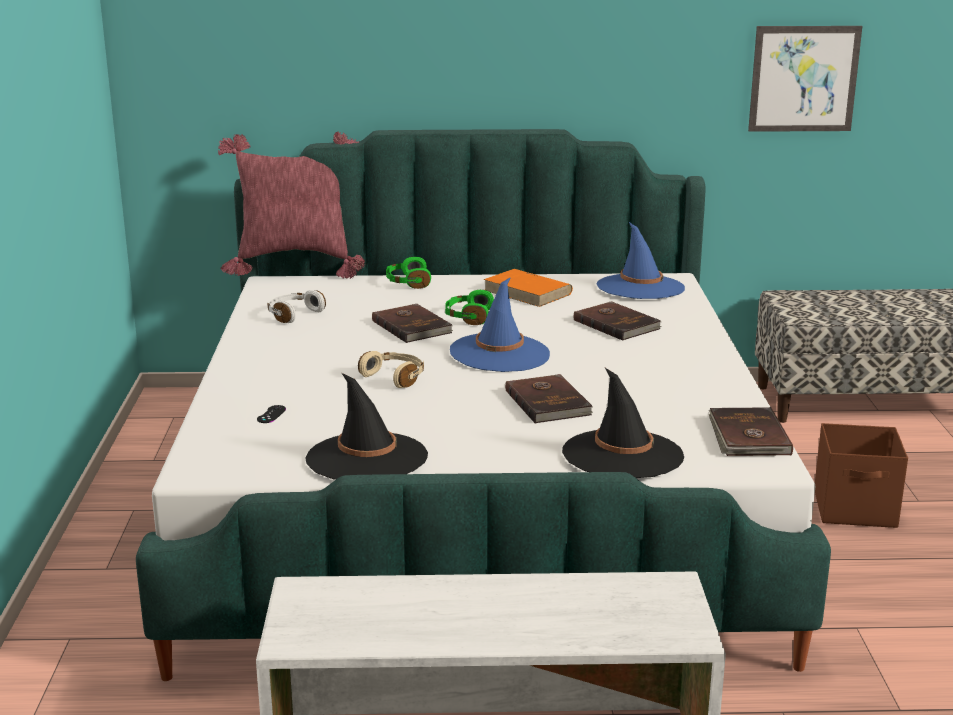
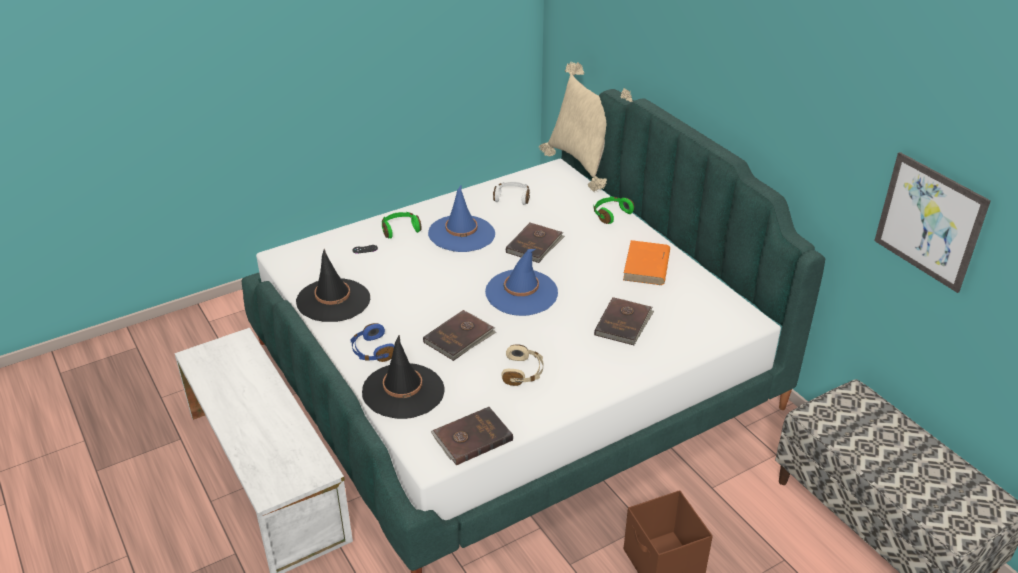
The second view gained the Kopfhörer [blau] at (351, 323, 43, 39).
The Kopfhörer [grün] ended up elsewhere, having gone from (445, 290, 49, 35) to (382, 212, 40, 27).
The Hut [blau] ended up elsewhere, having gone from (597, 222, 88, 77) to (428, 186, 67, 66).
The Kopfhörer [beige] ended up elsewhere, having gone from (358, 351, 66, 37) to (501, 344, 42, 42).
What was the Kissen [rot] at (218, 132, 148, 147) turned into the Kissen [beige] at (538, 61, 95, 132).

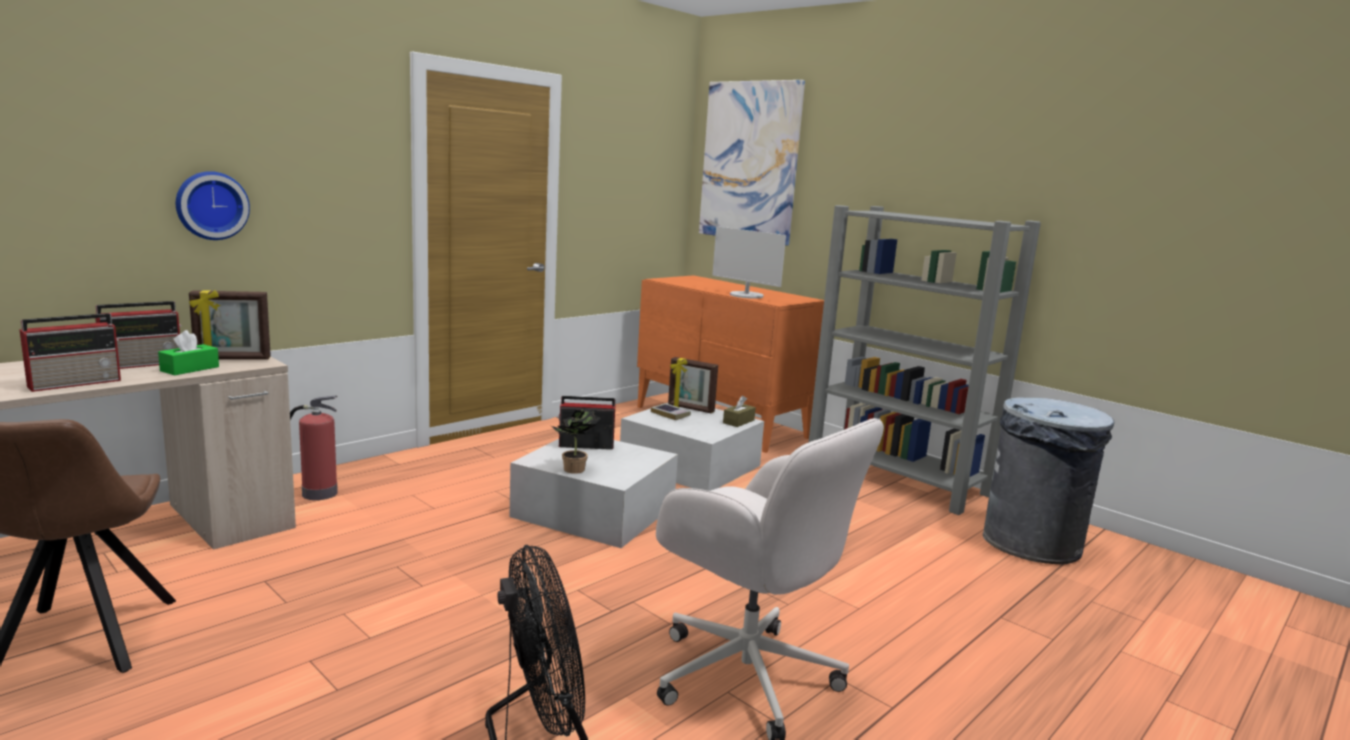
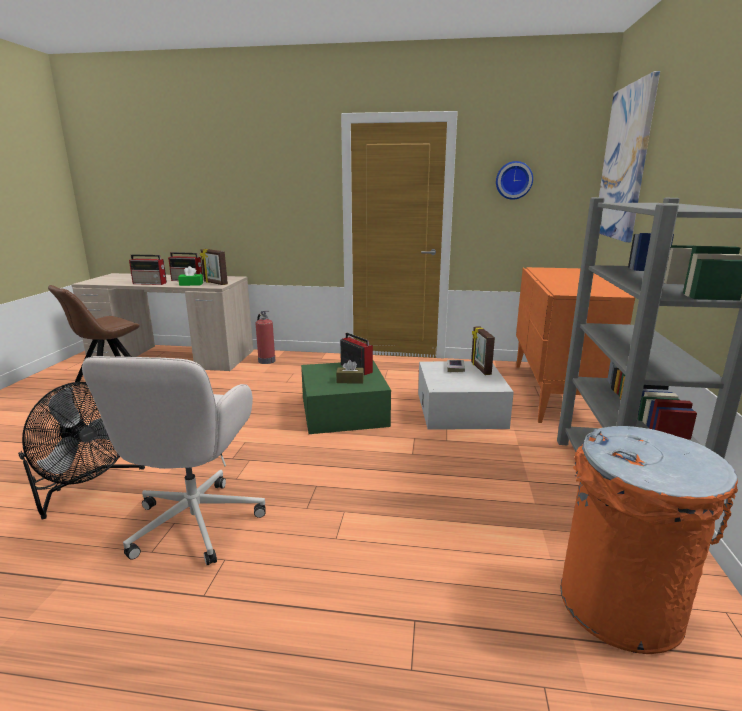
What was the Aufbewahrungsbox [weiß] at (510, 439, 168, 109) turned into the Aufbewahrungsbox [grün] at (301, 360, 90, 74).
The Taschentuchbox [braun] ended up elsewhere, having gone from (723, 395, 33, 32) to (336, 360, 28, 23).
The Wanduhr ended up elsewhere, having gone from (176, 171, 74, 69) to (496, 161, 37, 39).
What was the Mülleimer [grau] at (983, 397, 131, 168) turned into the Mülleimer [orange] at (560, 426, 178, 228).
The second view lost the Topfpflanze at (551, 407, 50, 67).
The second view lost the Monitor at (712, 226, 74, 73).

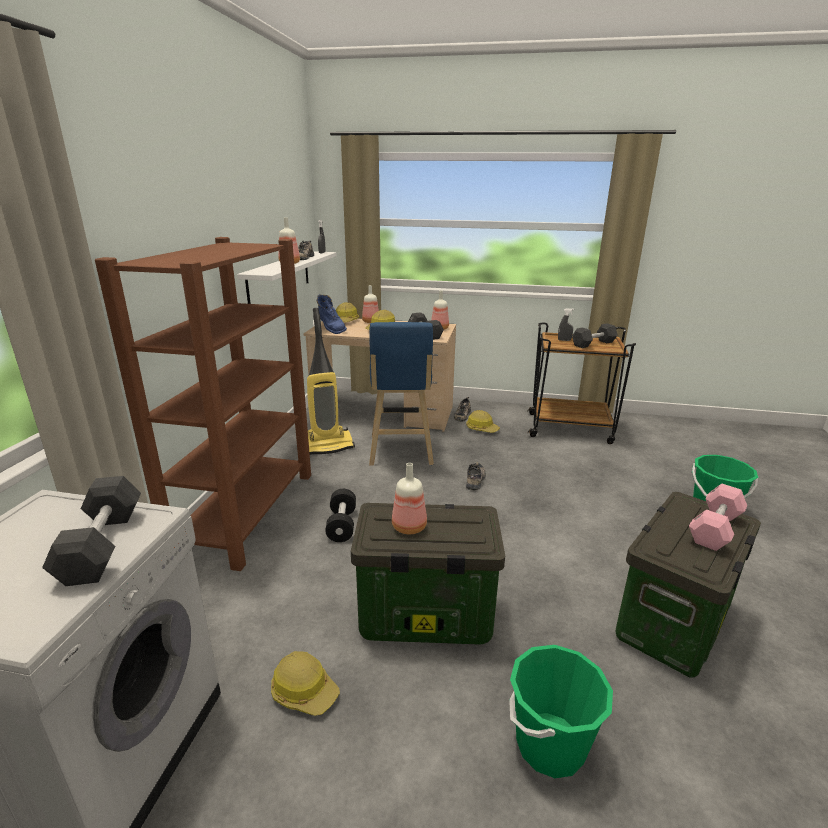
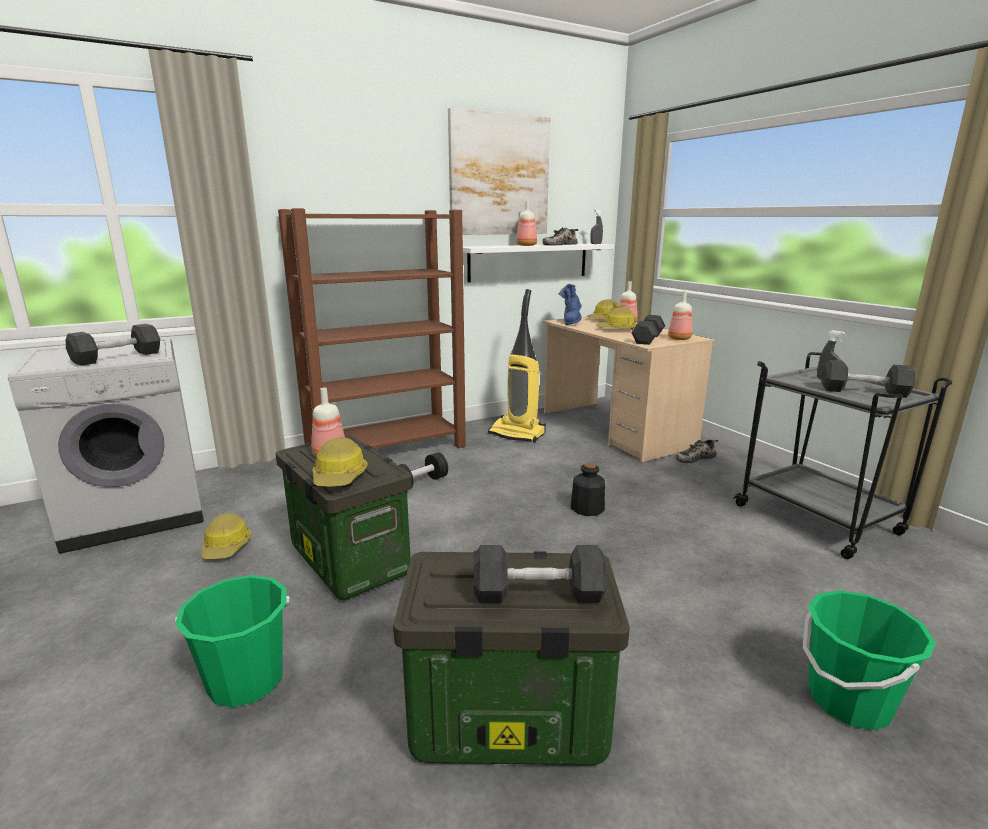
The Schutzhelm ended up elsewhere, having gone from (466, 410, 34, 23) to (312, 437, 56, 49).
The second view gained the Bild at (448, 108, 102, 127).
What was the Hantel [rosa] at (689, 484, 58, 67) turned into the Hantel [schwarz] at (474, 545, 134, 58).
Where the Schuh stood at (466, 462, 20, 28), the Flasche came to stand at (571, 463, 34, 53).
What was the Rollwagen [braun] at (527, 323, 109, 121) turned into the Rollwagen [grau] at (733, 352, 219, 207).
The second view lost the Hocker [blau] at (369, 322, 65, 144).

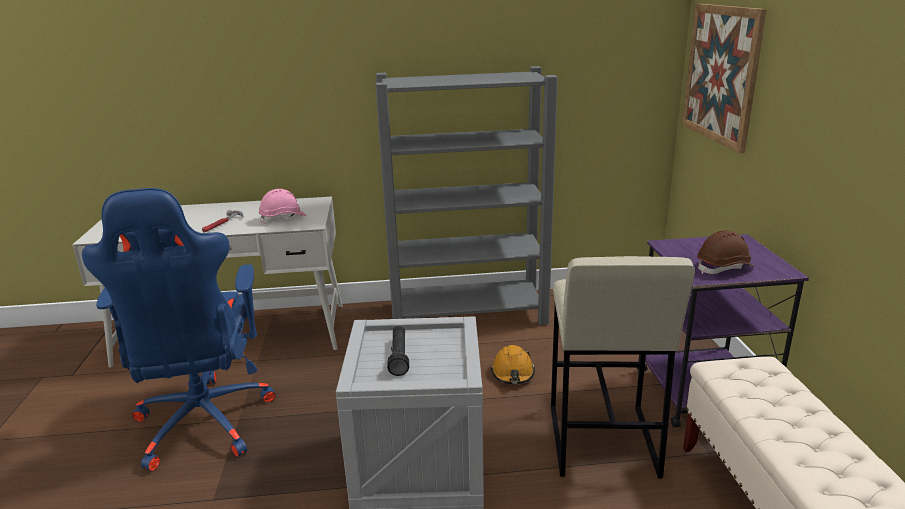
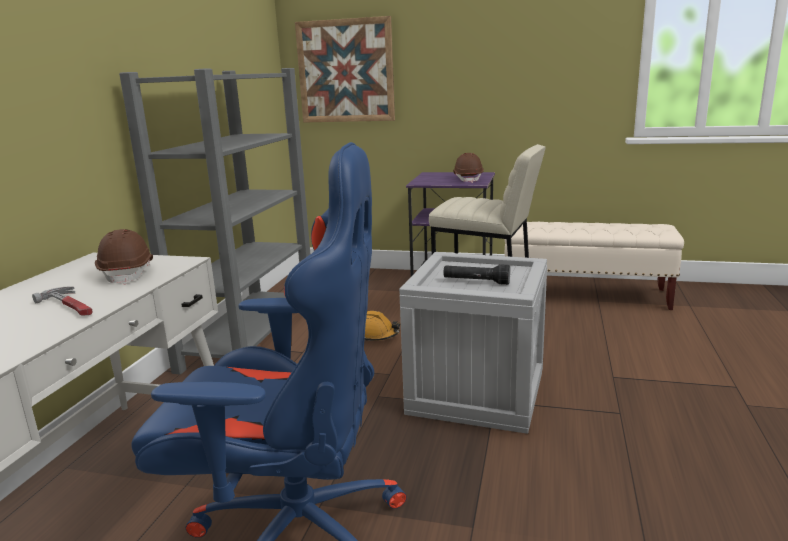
What was the Schutzhelm [rosa] at (259, 189, 47, 35) turned into the Schutzhelm [braun] at (95, 229, 58, 56).

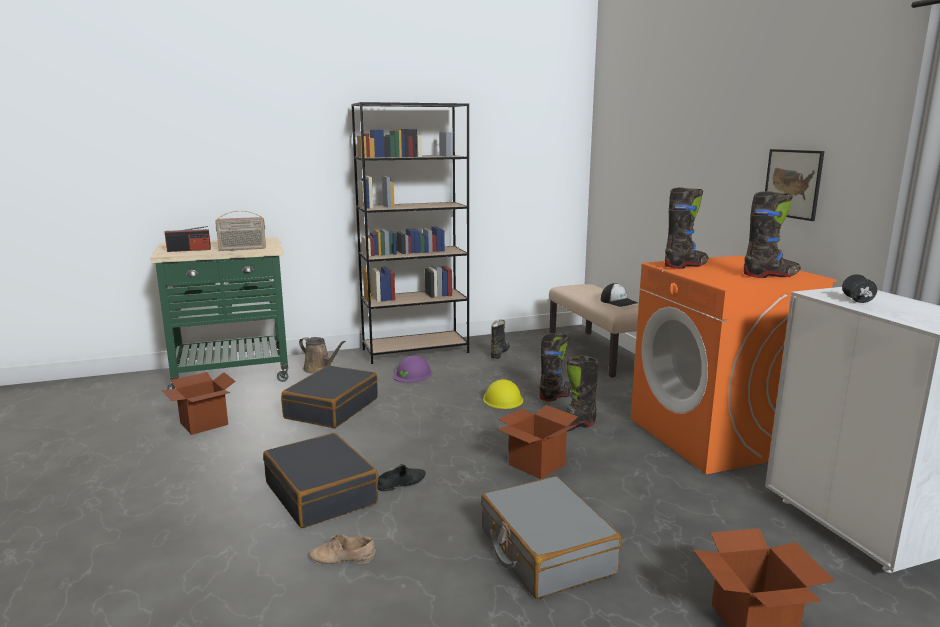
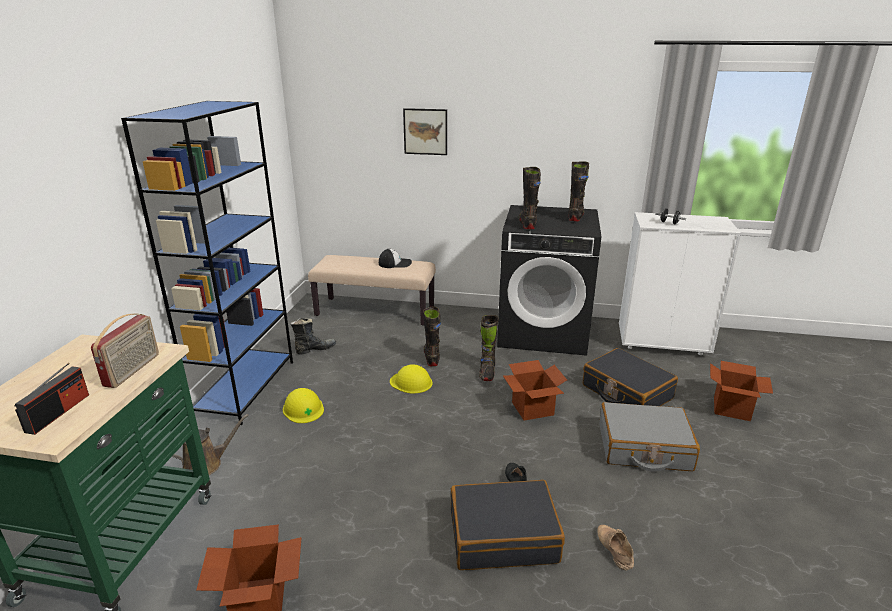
What was the Bücherregal [beige] at (351, 102, 118, 262) turned into the Bücherregal [blau] at (121, 101, 172, 324).
What was the Schutzhelm [lila] at (393, 355, 39, 28) turned into the Schutzhelm [gelb] at (283, 388, 41, 35).
The Stiefel [schwarz] at (490, 320, 20, 39) ended up facing another way, 105 degrees clockwise from before.
The Bild ended up elsewhere, having gone from (765, 149, 59, 72) to (403, 108, 44, 47).
What was the Waschmaschine [orange] at (631, 255, 206, 219) turned into the Waschmaschine [schwarz] at (497, 205, 104, 151).
The Koffer [schwarz] ended up elsewhere, having gone from (281, 365, 97, 63) to (583, 348, 95, 58).
The Schuh [beige] at (309, 534, 67, 30) ended up facing another way, 135 degrees clockwise from before.

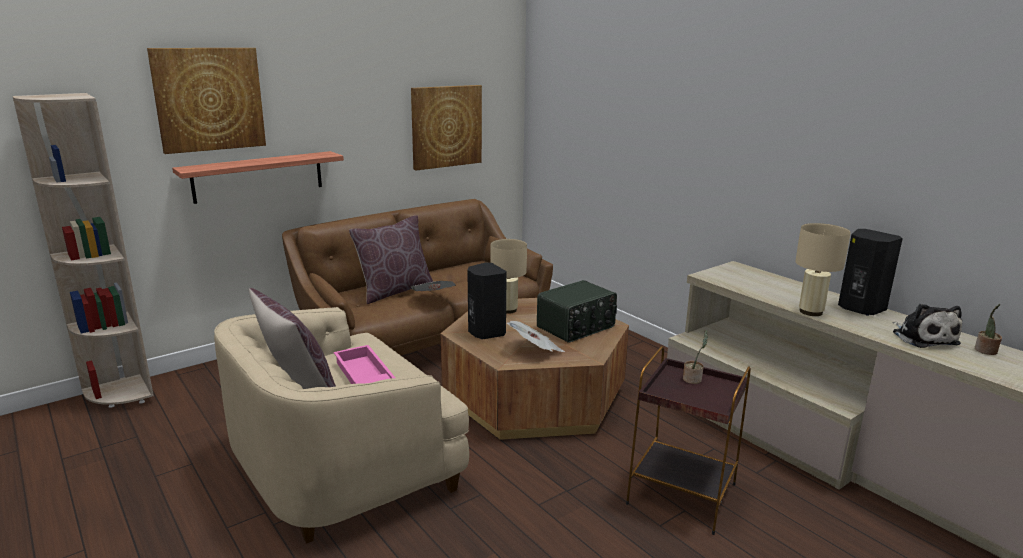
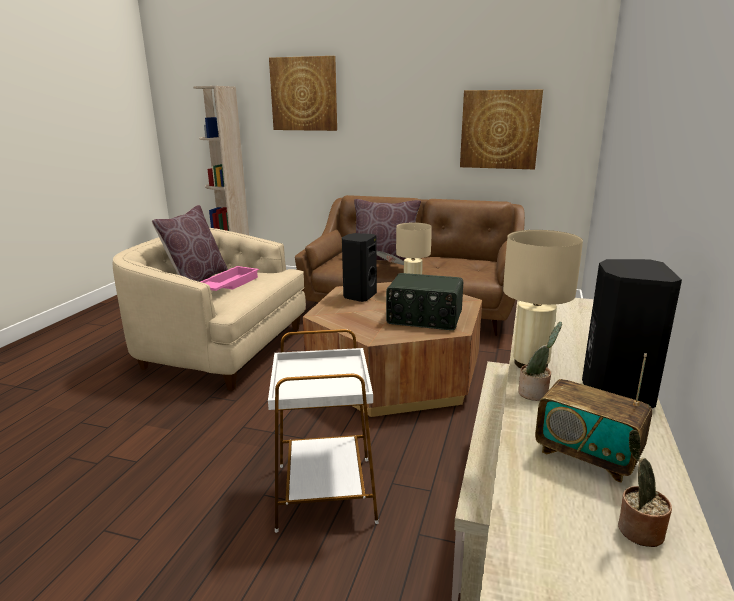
What was the Beistelltisch [braun] at (626, 346, 125, 189) turned into the Beistelltisch [weiß] at (268, 329, 110, 204).
The Topfpflanze ended up elsewhere, having gone from (683, 330, 25, 54) to (518, 322, 44, 79).
Where the Plüschtier stood at (892, 304, 70, 44), the Radio came to stand at (535, 353, 117, 130).
The second view lost the Wandregal at (172, 151, 172, 53).
The second view lost the Zeitung at (507, 321, 58, 31).

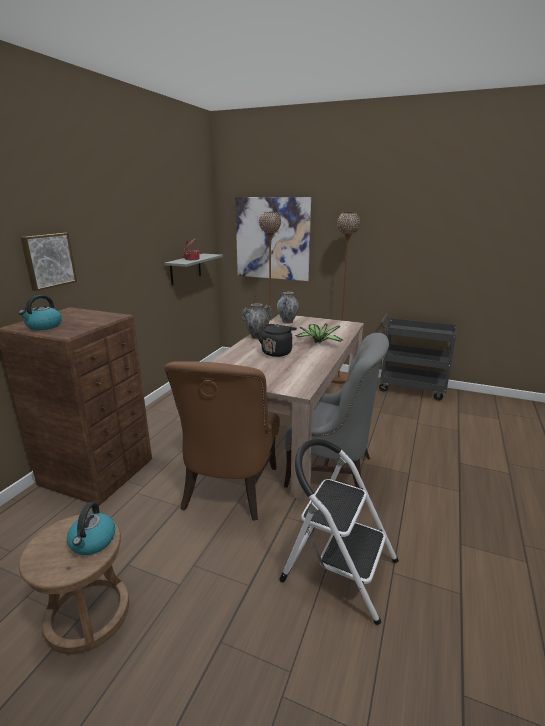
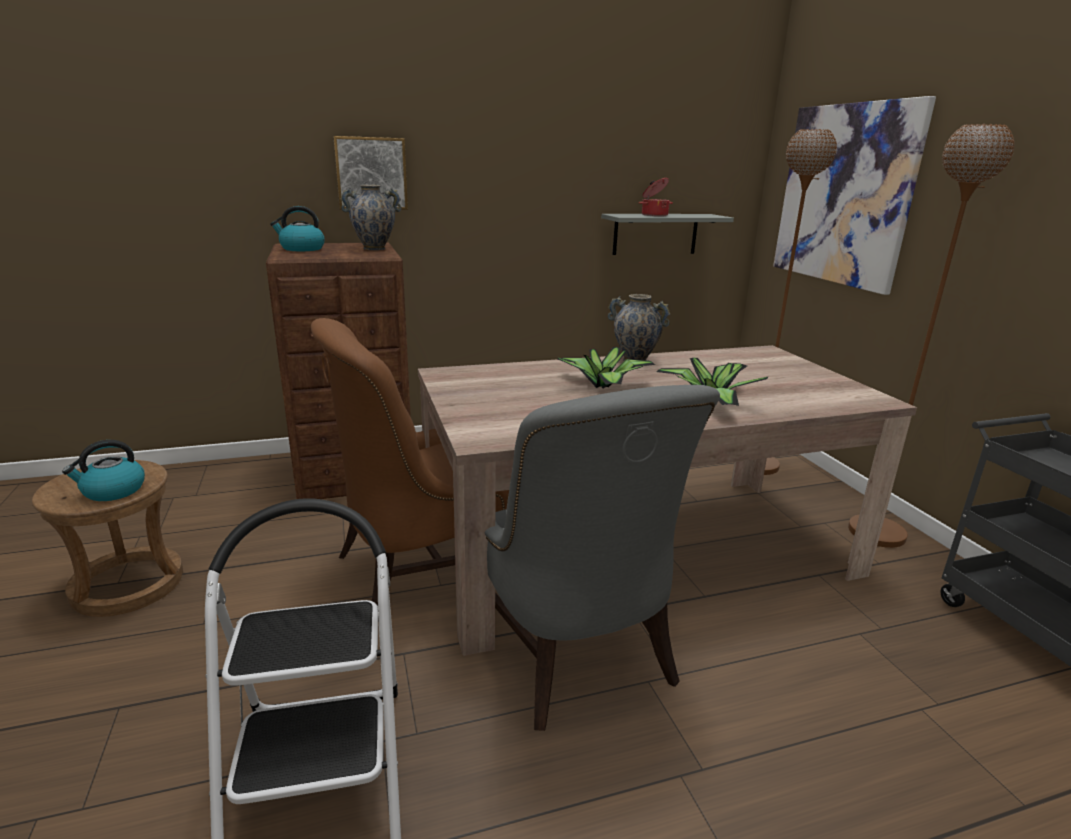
The Vase ended up elsewhere, having gone from (277, 292, 22, 32) to (340, 185, 62, 65).
Where the Wasserkessel [schwarz] stood at (257, 324, 40, 33), the Topfpflanze came to stand at (557, 347, 98, 42).

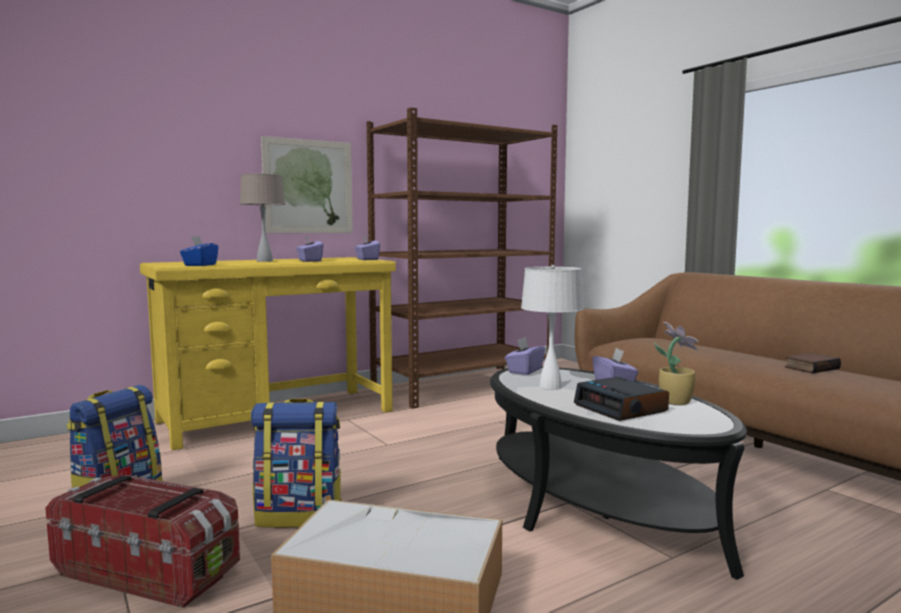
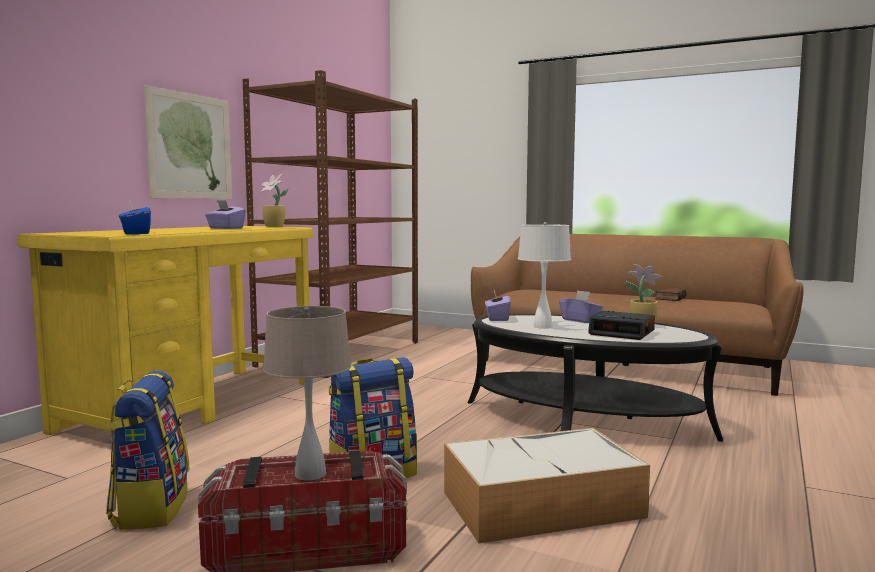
Where the Taschentuchbox [lila] stood at (355, 235, 25, 25), the Topfpflanze came to stand at (260, 174, 28, 53).
The Tischlampe [beige] ended up elsewhere, having gone from (240, 173, 45, 89) to (263, 306, 88, 175).

